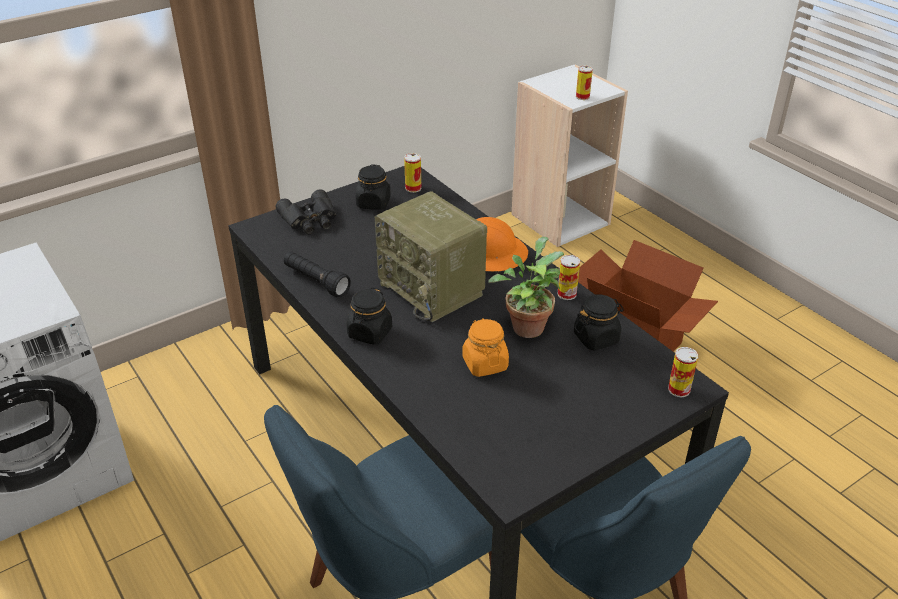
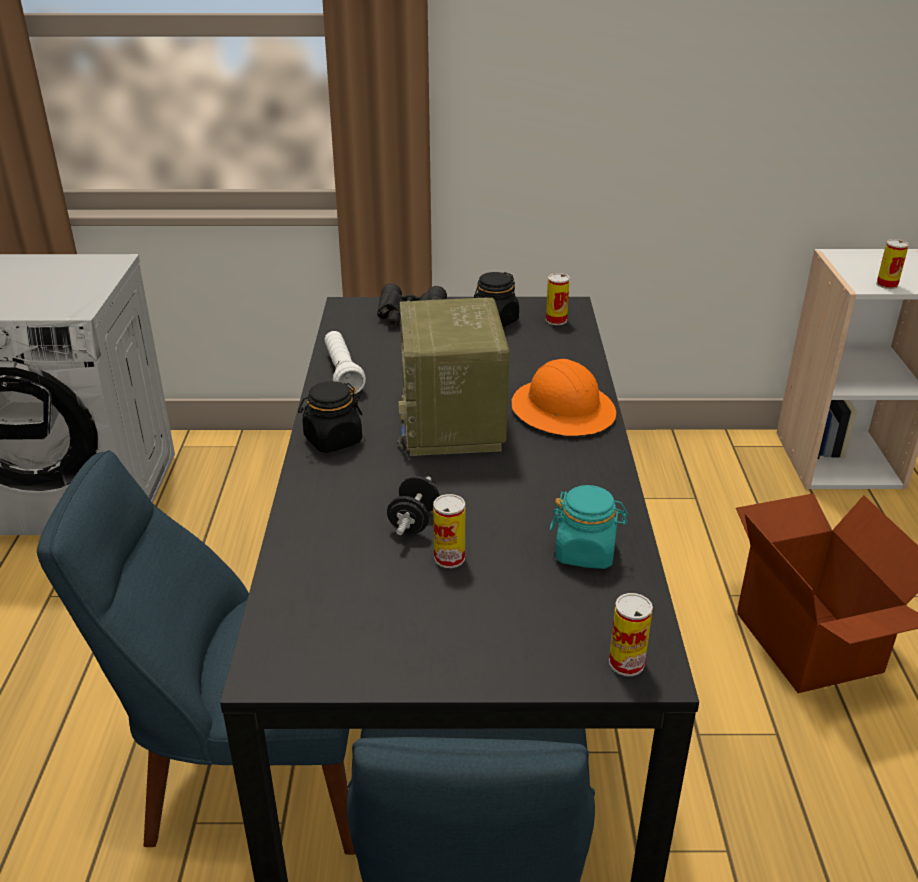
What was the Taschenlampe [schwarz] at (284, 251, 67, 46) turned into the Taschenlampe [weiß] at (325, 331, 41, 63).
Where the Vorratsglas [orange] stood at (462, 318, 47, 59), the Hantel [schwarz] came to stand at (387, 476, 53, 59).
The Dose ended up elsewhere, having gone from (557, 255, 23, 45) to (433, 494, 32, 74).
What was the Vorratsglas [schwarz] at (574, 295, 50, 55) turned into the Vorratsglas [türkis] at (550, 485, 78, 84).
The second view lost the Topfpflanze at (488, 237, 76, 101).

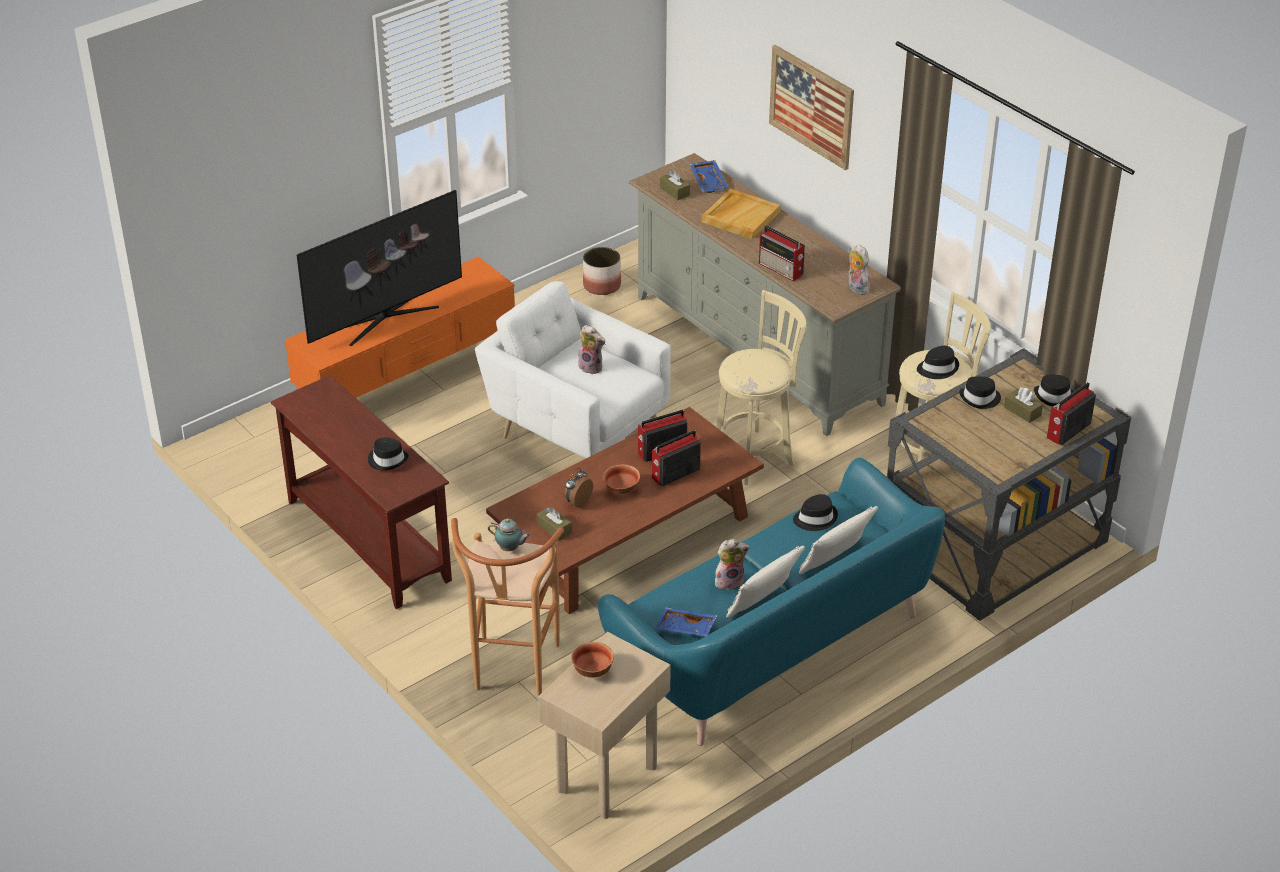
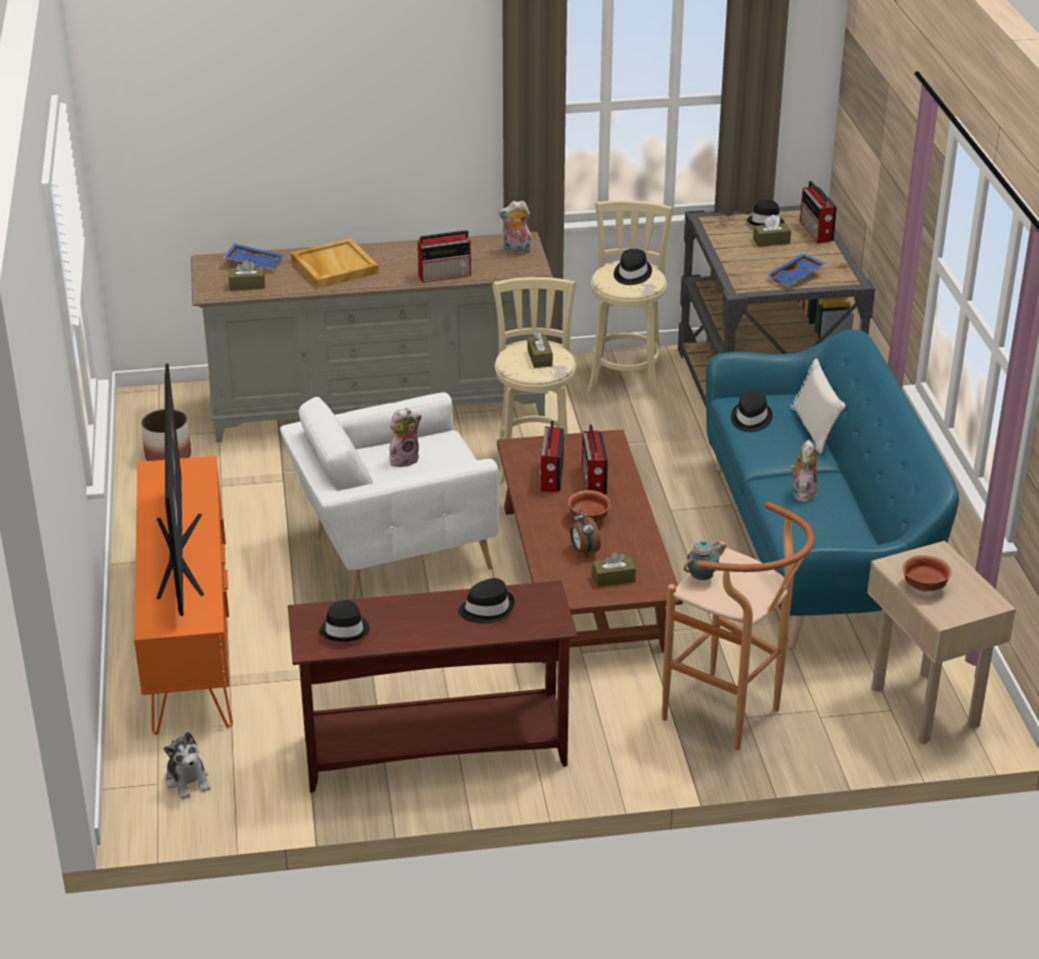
The second view gained the Plüschtier at (164, 732, 47, 68).
The Hut [schwarz] ended up elsewhere, having gone from (959, 376, 42, 33) to (319, 600, 51, 42).
The second view gained the Taschentuchbox [braun] at (528, 332, 25, 36).
The Tablett [blau] ended up elsewhere, having gone from (655, 608, 63, 28) to (767, 253, 58, 33).
The second view lost the Kissen [weiß] at (726, 546, 79, 72).
The second view lost the Bild at (769, 45, 85, 125).

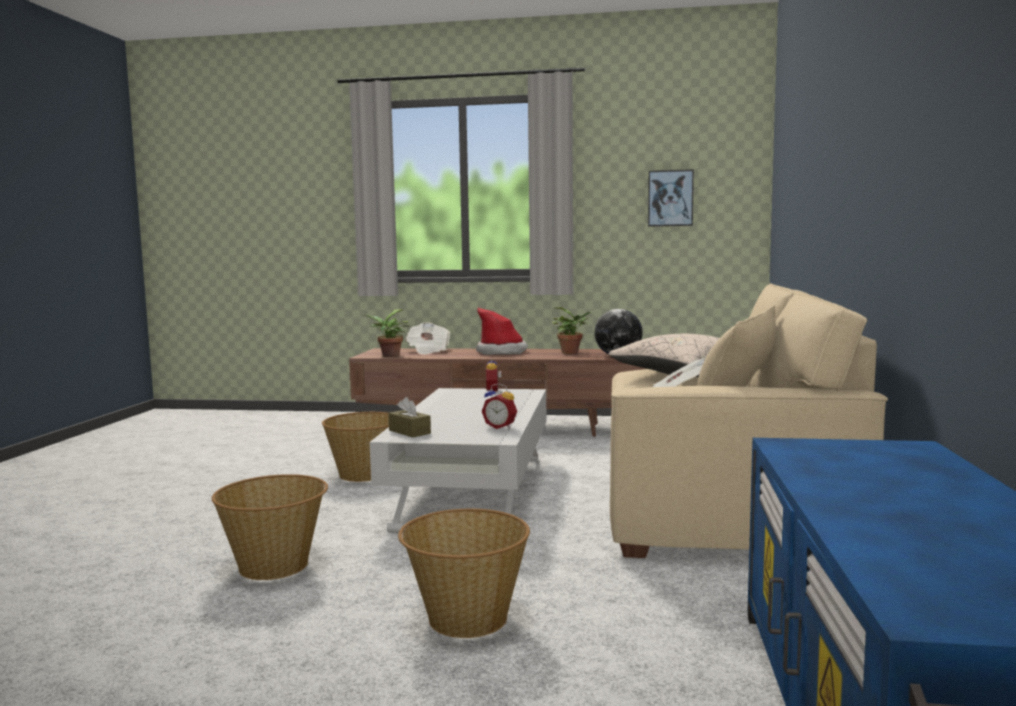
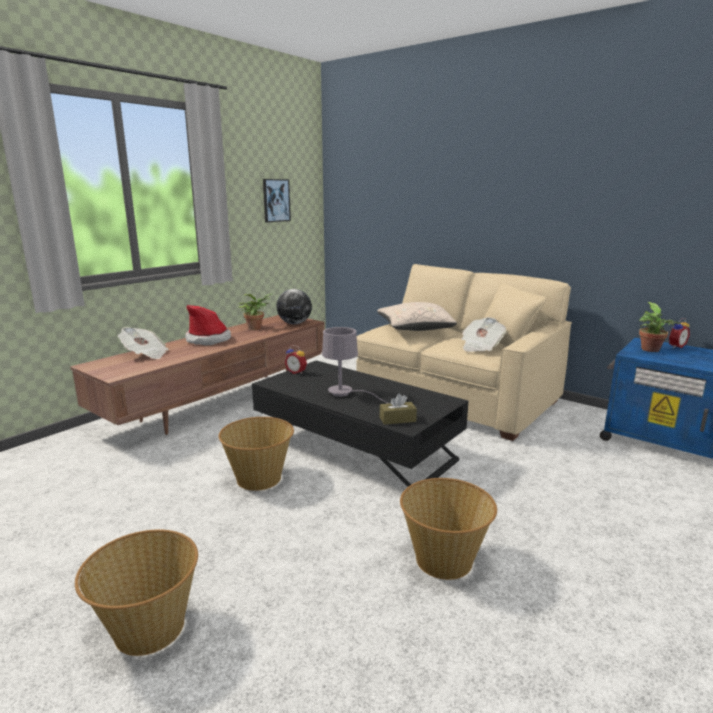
The Korb ended up elsewhere, having gone from (398, 509, 132, 129) to (75, 529, 123, 127).
What was the Couchtisch [weiß] at (370, 388, 176, 145) turned into the Couchtisch [schwarz] at (252, 360, 216, 127).
The second view gained the Tischlampe [grau] at (322, 327, 66, 77).
The Topfpflanze ended up elsewhere, having gone from (363, 309, 47, 48) to (639, 302, 41, 50).
The Wecker ended up elsewhere, having gone from (482, 383, 35, 46) to (669, 318, 21, 30).

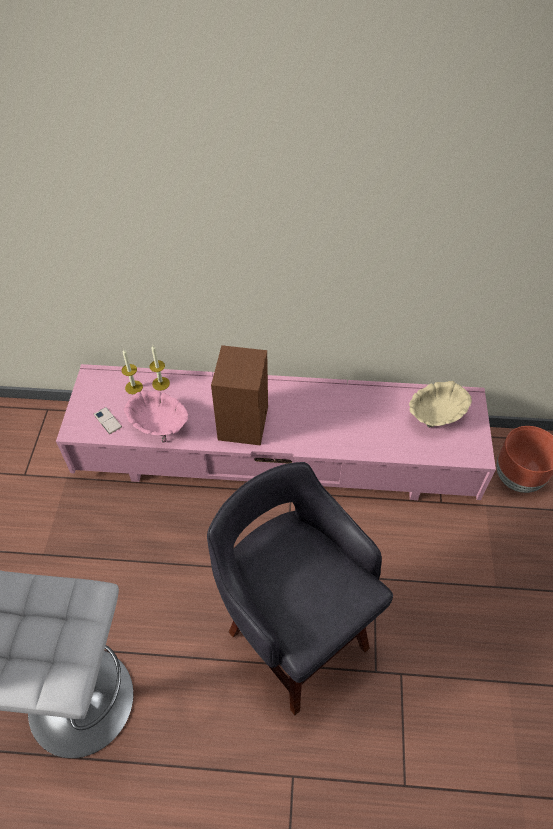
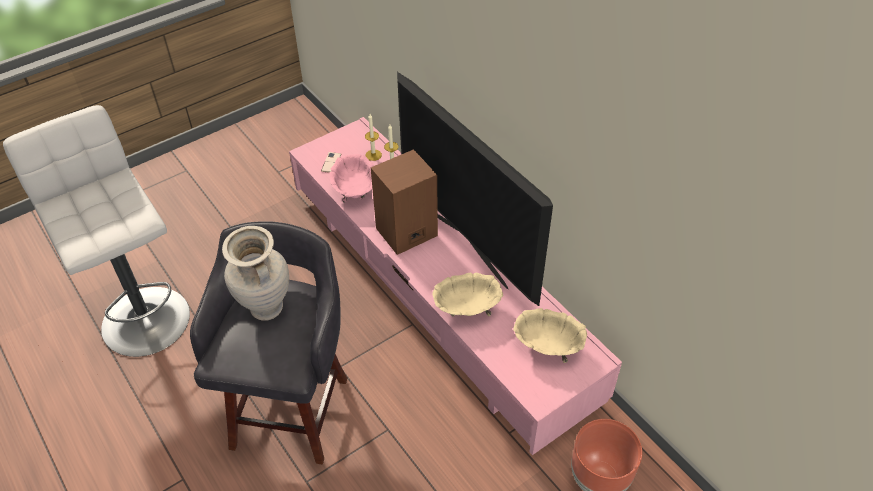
The second view gained the Vase [beige] at (222, 226, 67, 95).
The second view gained the Fernseher at (397, 72, 156, 234).
The second view gained the Schüssel [beige] at (432, 273, 71, 43).

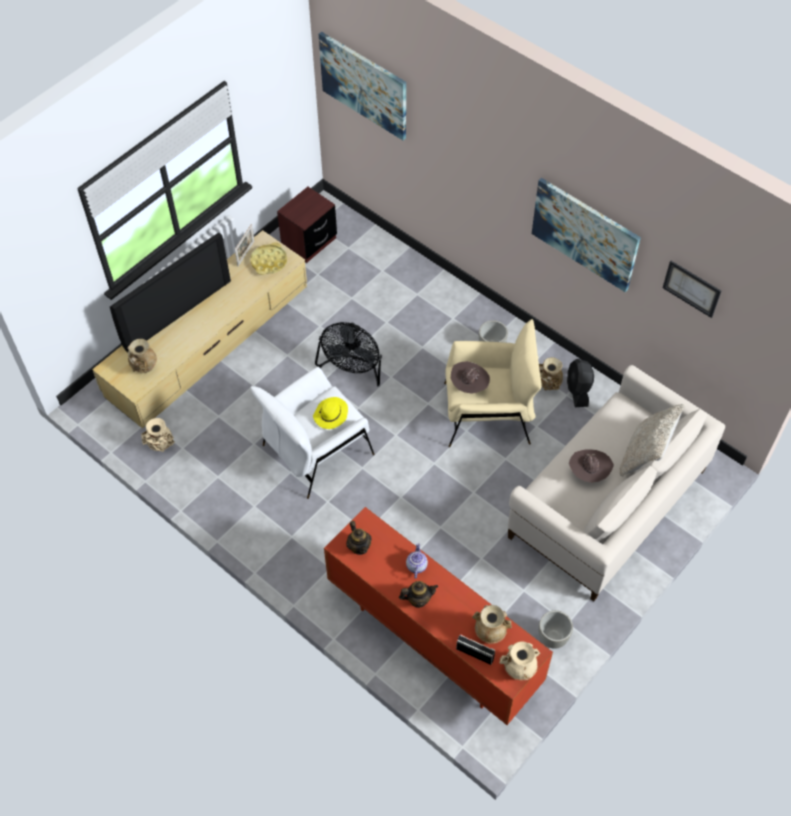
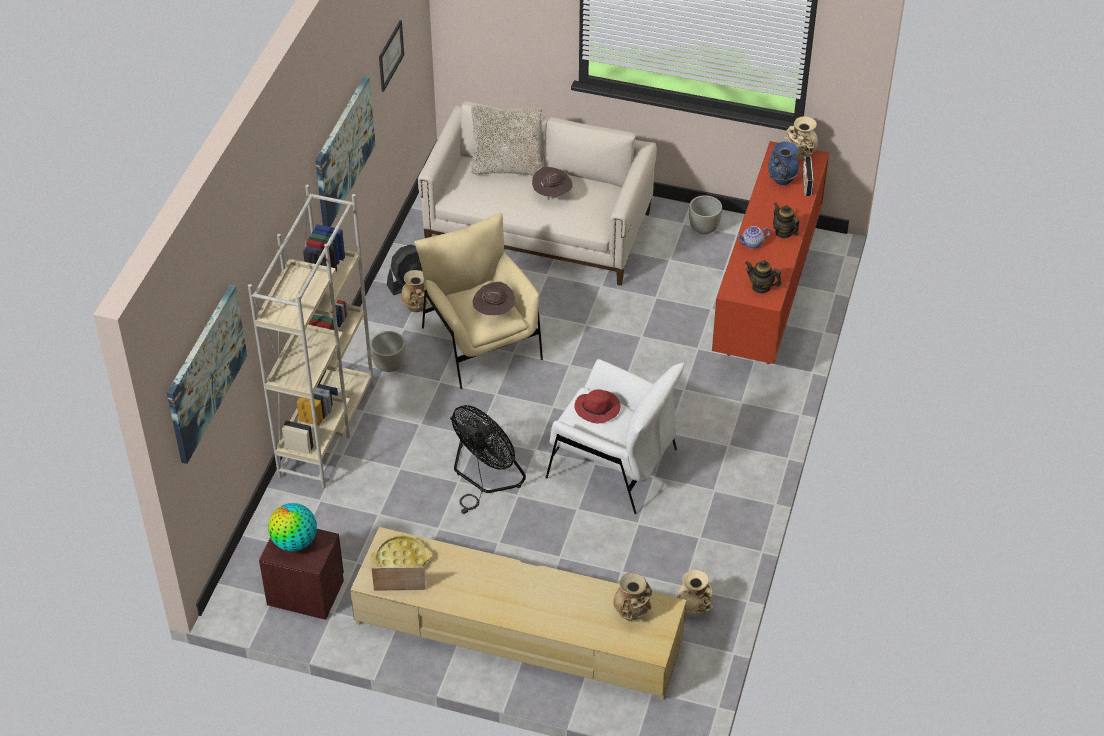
The second view gained the Bücherregal [beige] at (248, 185, 126, 304).
The second view gained the Globus at (268, 503, 49, 48).
The Ventilator [schwarz] at (315, 322, 67, 64) ended up facing another way, 45 degrees counterclockwise from before.
What was the Hut [gelb] at (313, 397, 35, 32) turned into the Hut [rot] at (574, 389, 46, 34).
The Teekanne at (346, 521, 26, 34) ended up facing another way, 105 degrees counterclockwise from before.
What was the Vase [beige] at (472, 605, 40, 39) turned into the Vase [blau] at (768, 142, 31, 43).
The second view lost the Fernseher at (110, 233, 121, 120).

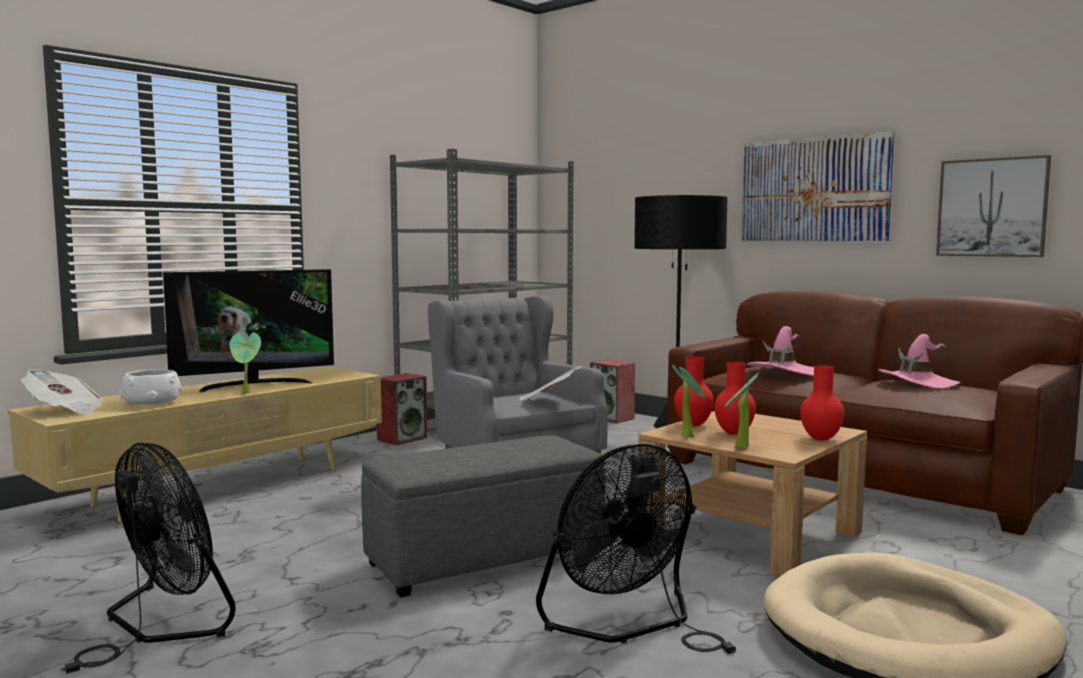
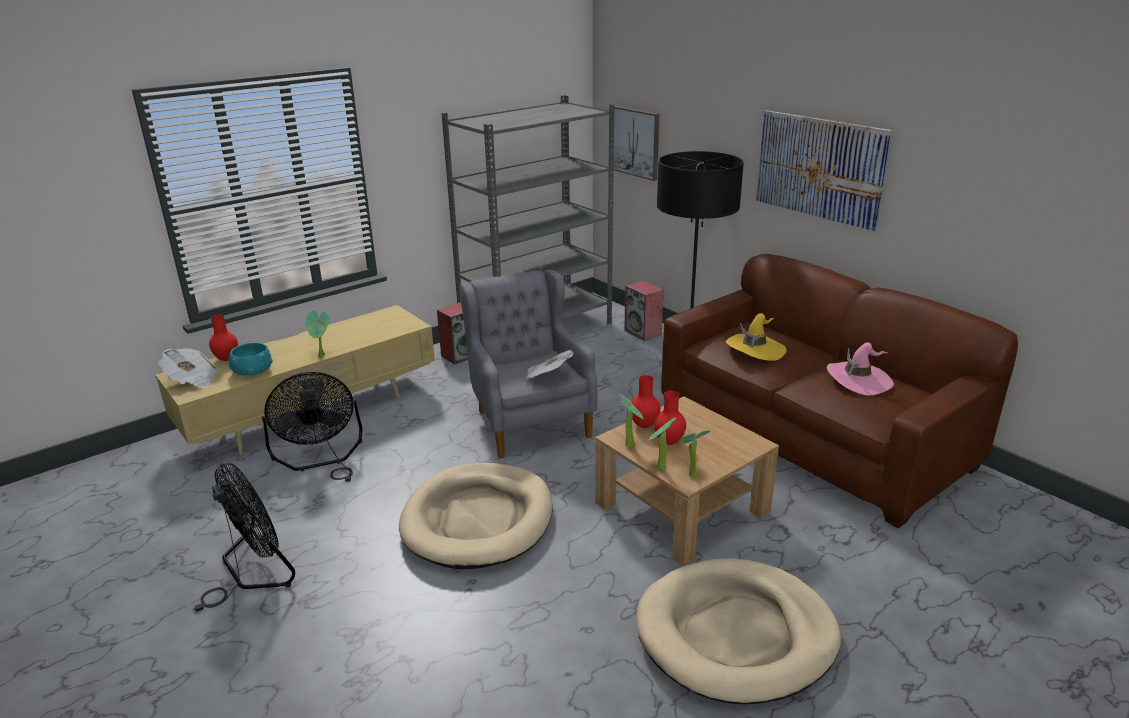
The Vase [rot] ended up elsewhere, having gone from (800, 365, 44, 76) to (209, 315, 29, 46).
What was the Schüssel [weiß] at (119, 369, 63, 36) turned into the Schüssel [türkis] at (228, 343, 45, 32).
The Ventilator [schwarz] ended up elsewhere, having gone from (536, 444, 200, 210) to (262, 372, 100, 110).
Where the Polsterhocker [grau] stood at (361, 435, 244, 163), the Hundebett [beige] came to stand at (399, 463, 154, 106).
The Bild ended up elsewhere, having gone from (936, 155, 115, 102) to (611, 106, 48, 75).
The second view gained the Topfpflanze at (679, 430, 31, 49).
What was the Hut [rosa] at (747, 326, 67, 49) turned into the Hut [gelb] at (726, 313, 61, 48).
The second view lost the Fernseher at (163, 269, 171, 123).

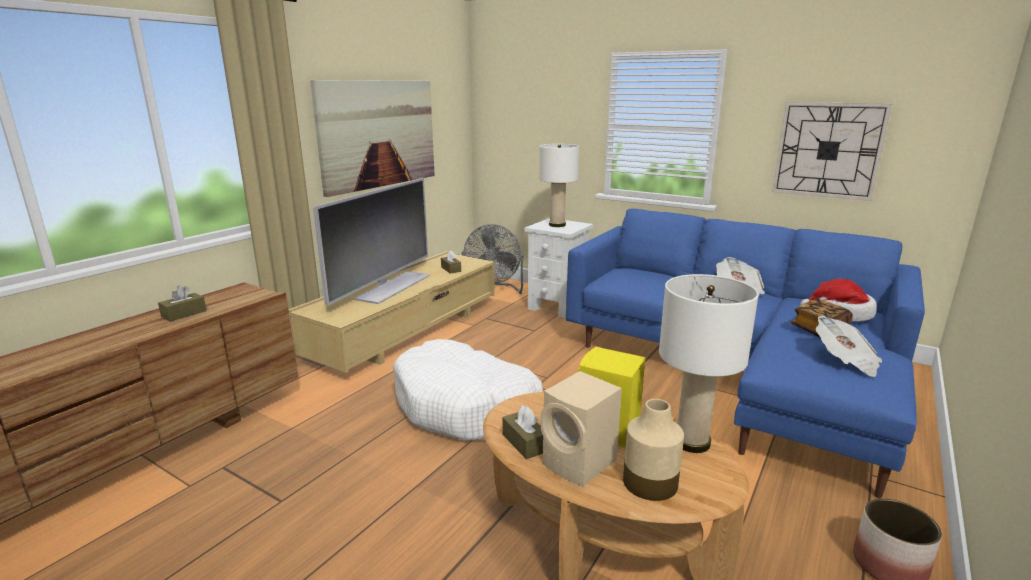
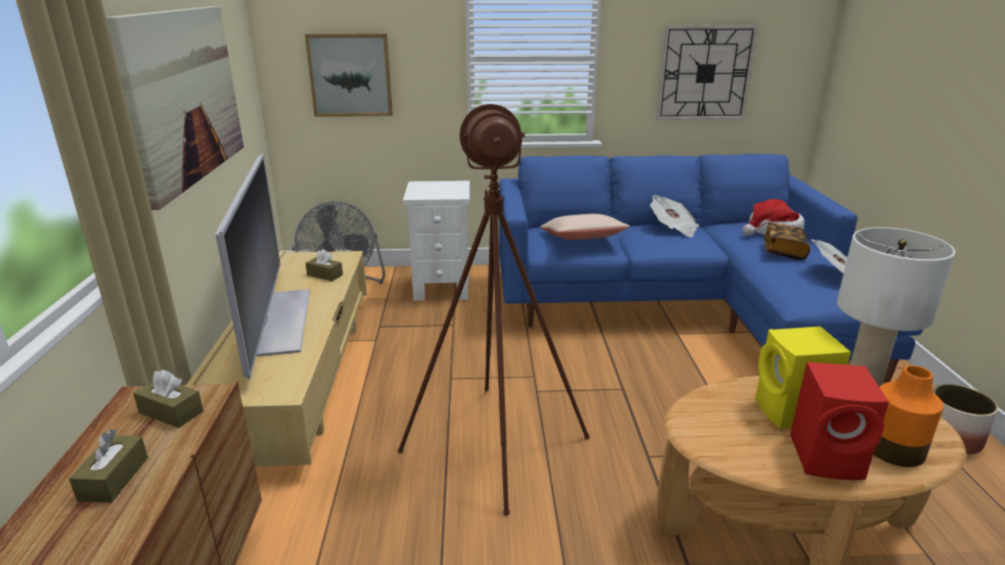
The Taschentuchbox [braun] ended up elsewhere, having gone from (502, 406, 41, 53) to (133, 370, 70, 58).
The second view gained the Bild at (305, 34, 88, 83).
Where the Hundebett [weiß] stood at (393, 339, 150, 102), the Stehlampe [braun] came to stand at (397, 104, 193, 411).
The second view gained the Kissen [beige] at (540, 214, 90, 26).
What was the Lautsprecher [beige] at (541, 371, 81, 116) turned into the Lautsprecher [rot] at (790, 362, 99, 118).
What was the Vase [beige] at (623, 399, 61, 102) turned into the Vase [orange] at (873, 365, 71, 102).
The second view lost the Tischlampe [weiß] at (539, 144, 40, 83).

